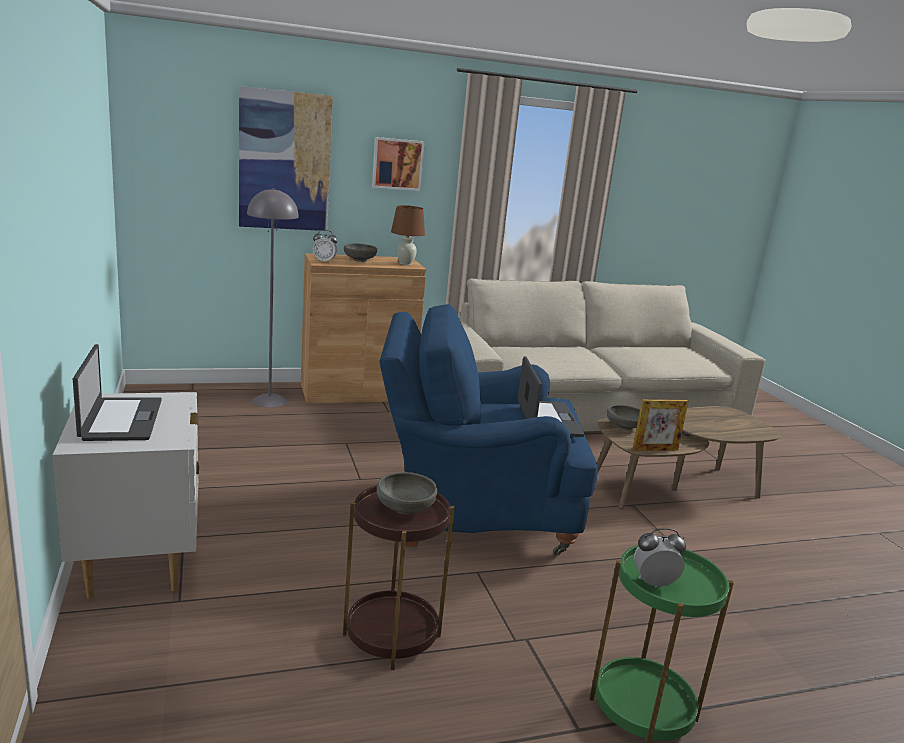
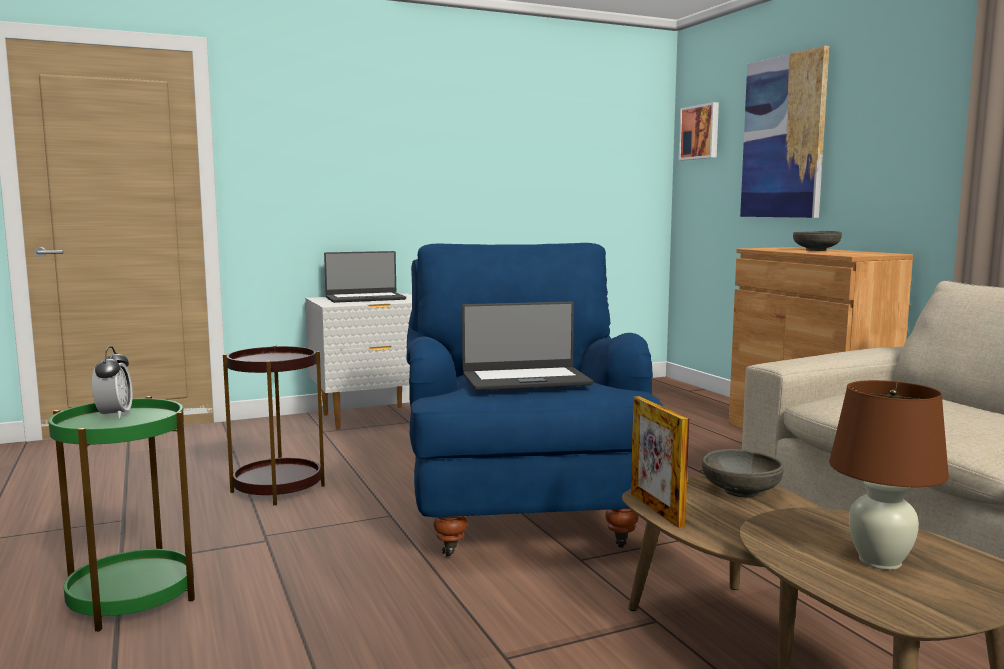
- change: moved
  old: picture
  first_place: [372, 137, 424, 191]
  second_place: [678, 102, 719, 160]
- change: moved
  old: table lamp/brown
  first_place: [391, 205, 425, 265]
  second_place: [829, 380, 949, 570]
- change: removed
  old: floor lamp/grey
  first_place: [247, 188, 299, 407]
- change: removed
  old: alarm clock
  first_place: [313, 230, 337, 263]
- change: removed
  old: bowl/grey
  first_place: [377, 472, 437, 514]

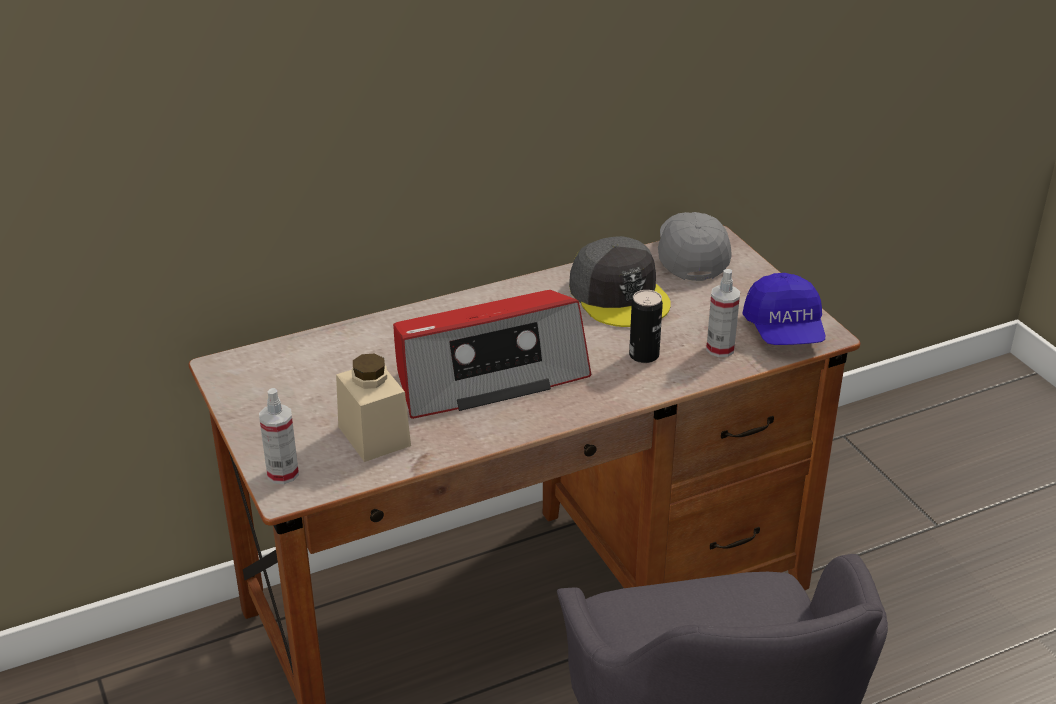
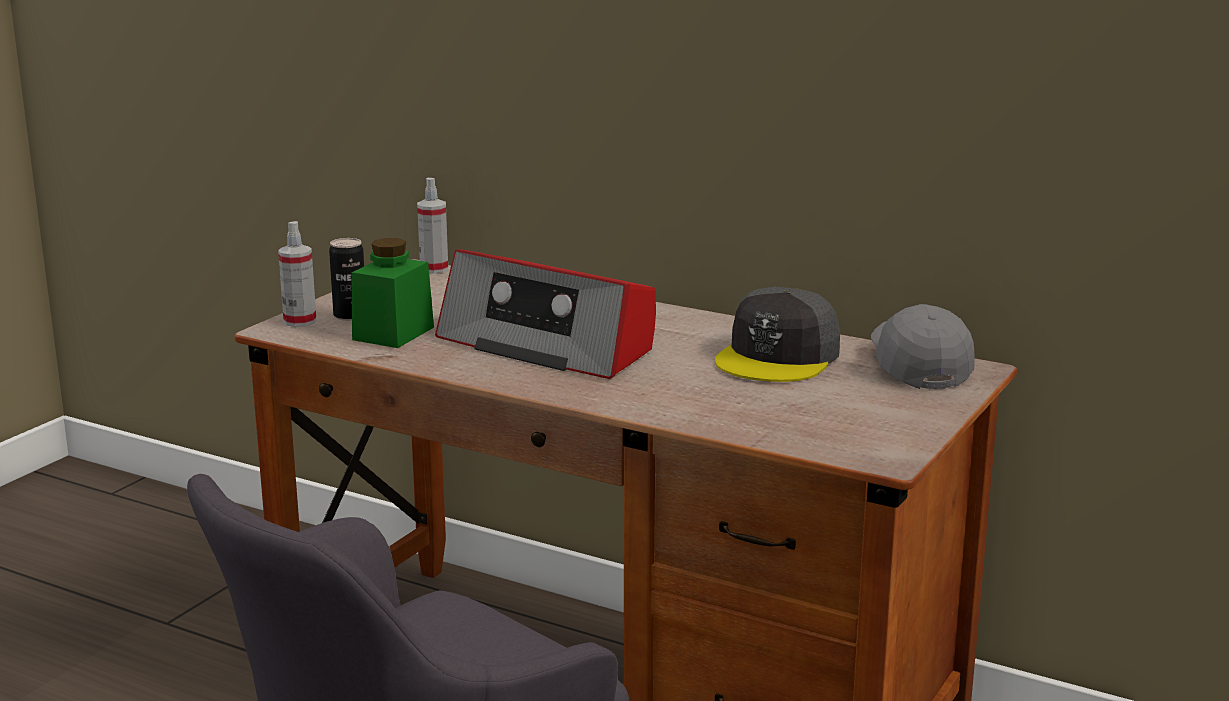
- change: moved
  old: can
  first_place: [629, 290, 663, 363]
  second_place: [329, 238, 364, 320]
- change: recoloured
  old: jar/beige
  new: jar/green
  first_place: [336, 353, 411, 462]
  second_place: [351, 238, 434, 348]
- change: moved
  old: spray bottle
  first_place: [706, 269, 740, 357]
  second_place: [417, 178, 448, 274]
- change: turned
  old: cap/grey
  first_place: [658, 212, 732, 281]
  second_place: [871, 304, 975, 389]
  degrees: -60
- change: removed
  old: cap/blue
  first_place: [742, 273, 825, 345]

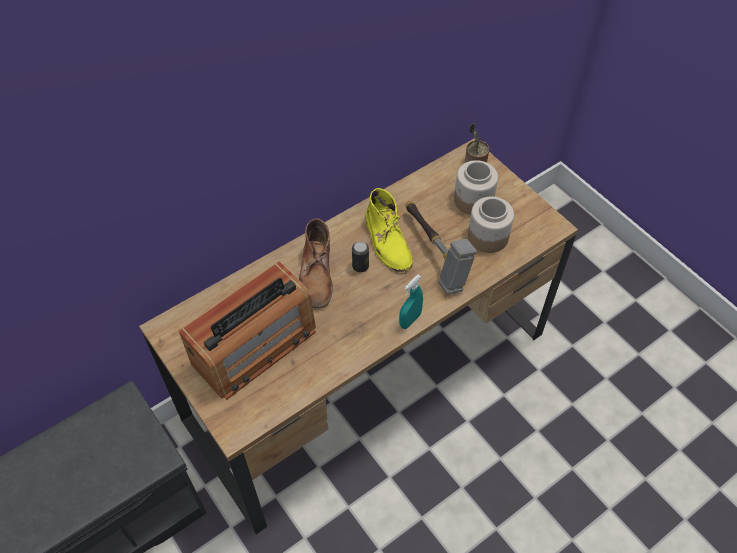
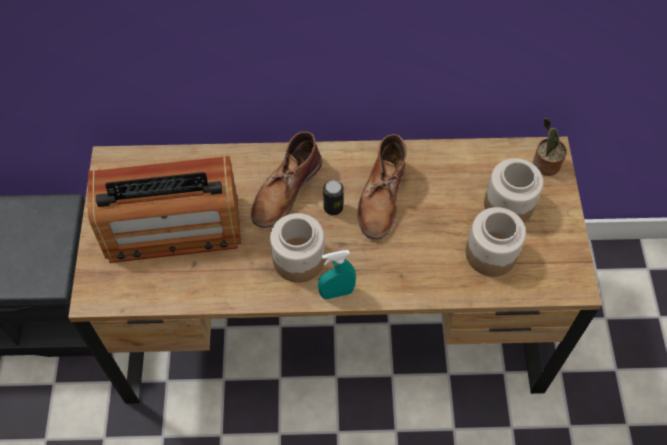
- change: added
  new: jar
  second_place: [270, 213, 325, 283]
- change: recoloured
  old: boot/yellow
  new: boot/brown
  first_place: [365, 188, 413, 272]
  second_place: [358, 134, 407, 239]
- change: removed
  old: hammer
  first_place: [405, 201, 477, 295]

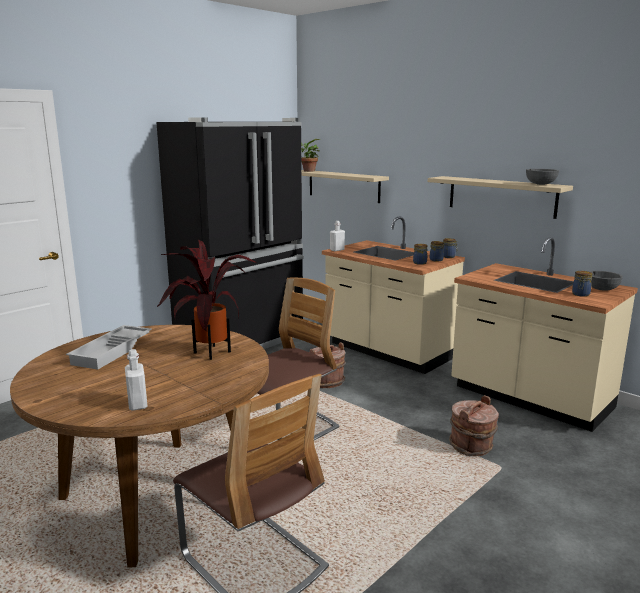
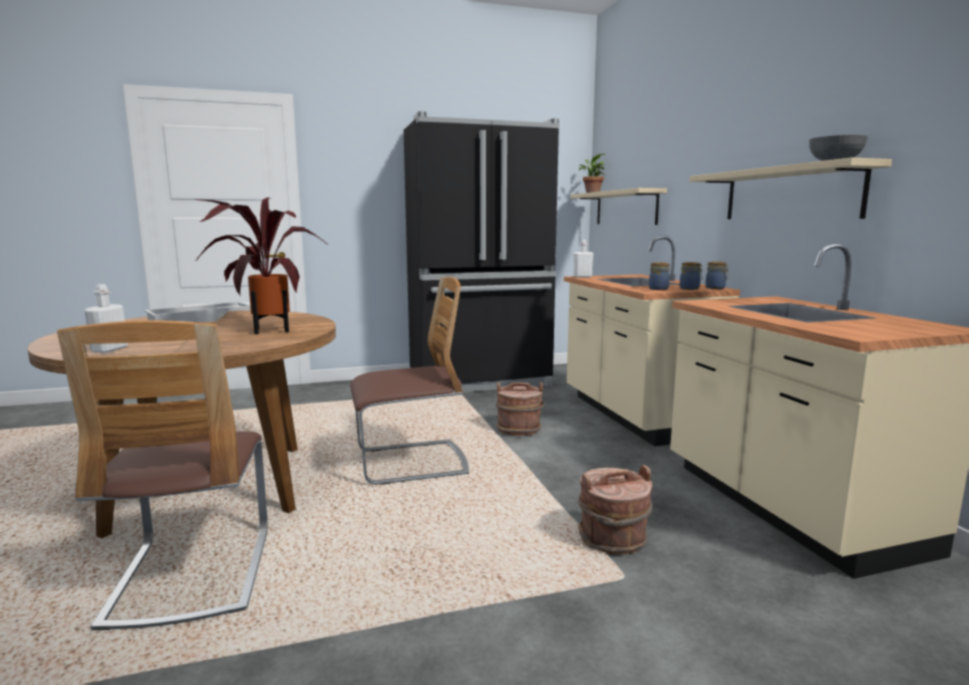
- change: removed
  old: jar
  first_place: [572, 271, 592, 297]
- change: removed
  old: bowl/grey
  first_place: [588, 271, 623, 291]

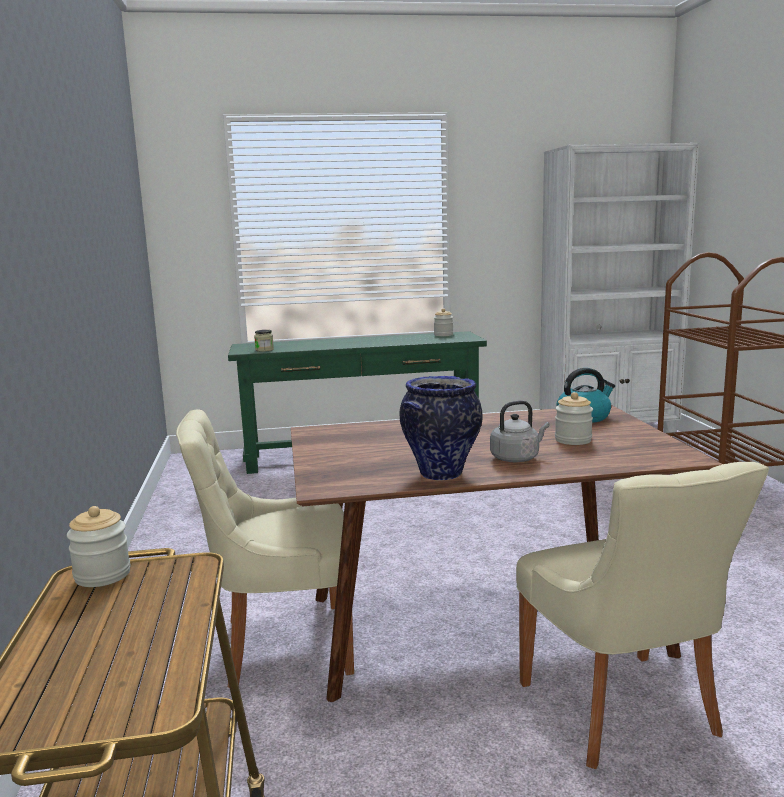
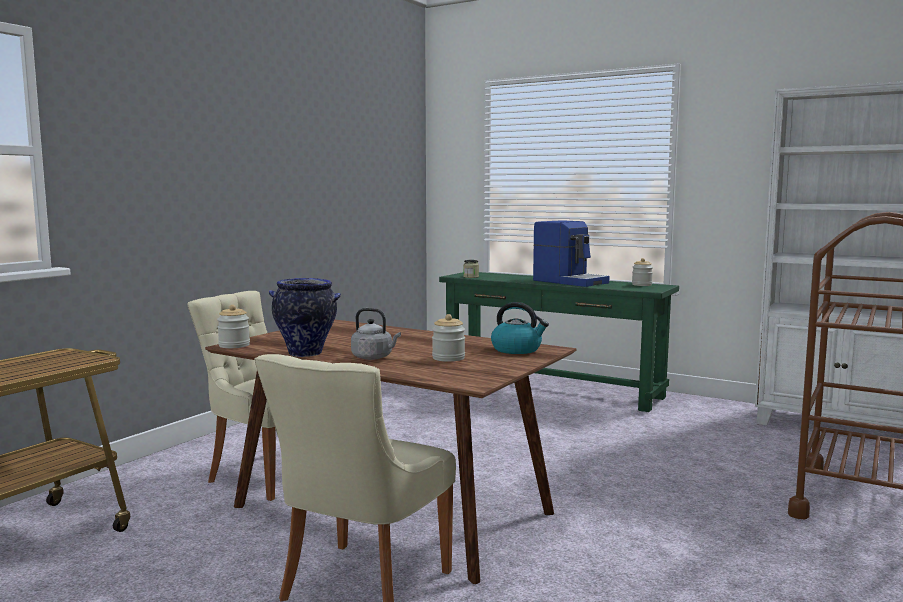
- change: moved
  old: jar
  first_place: [67, 506, 131, 587]
  second_place: [217, 305, 250, 348]
- change: added
  new: coffee machine
  second_place: [533, 220, 609, 287]

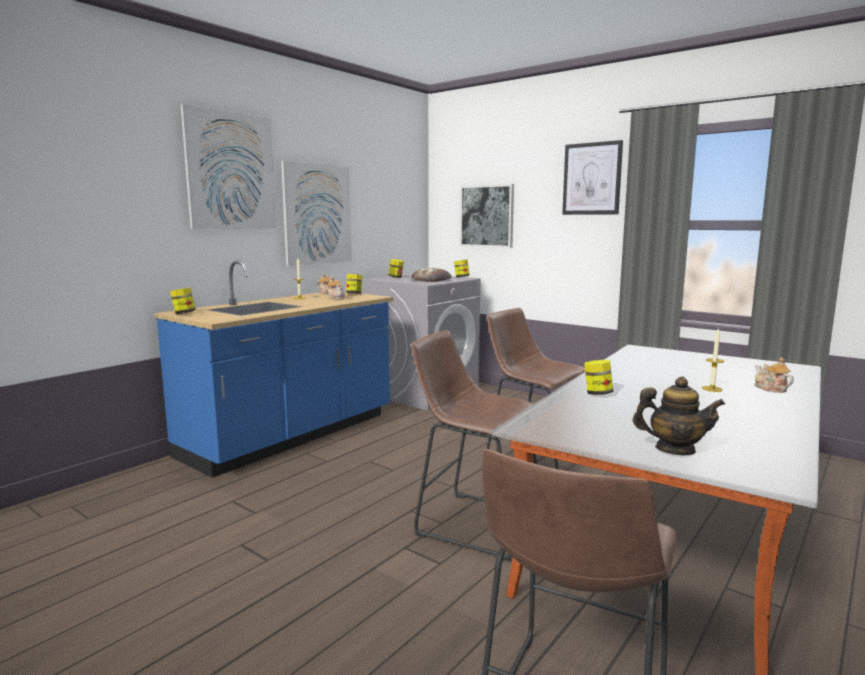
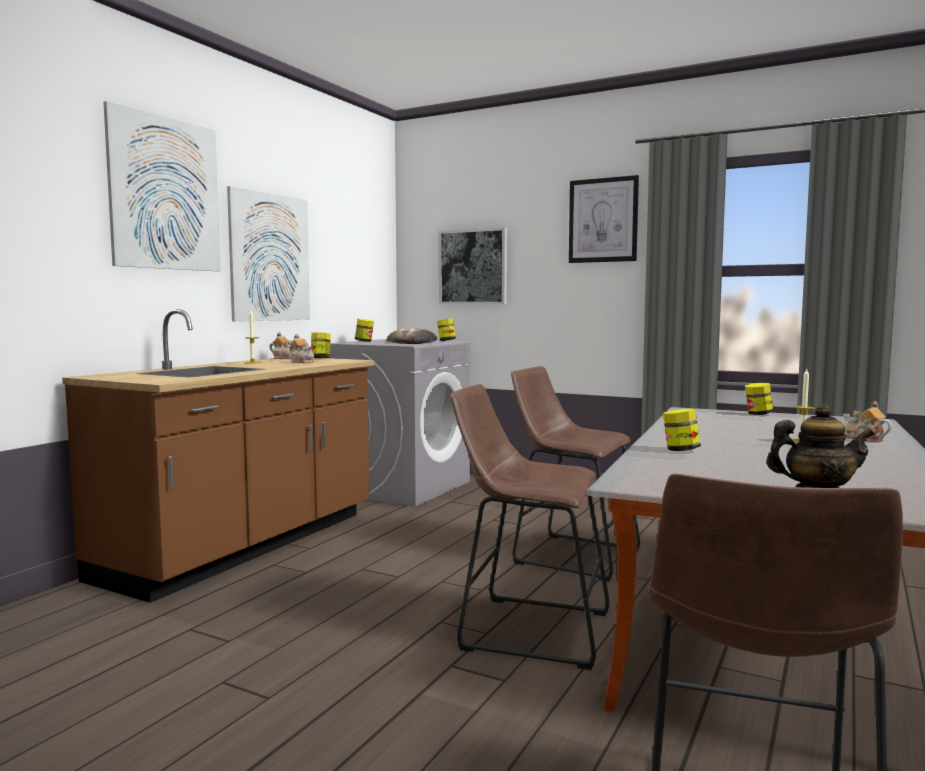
- change: recoloured
  old: counter/blue
  new: counter/brown
  first_place: [155, 260, 393, 478]
  second_place: [62, 309, 374, 603]
- change: moved
  old: jar
  first_place: [170, 287, 196, 314]
  second_place: [745, 383, 773, 415]

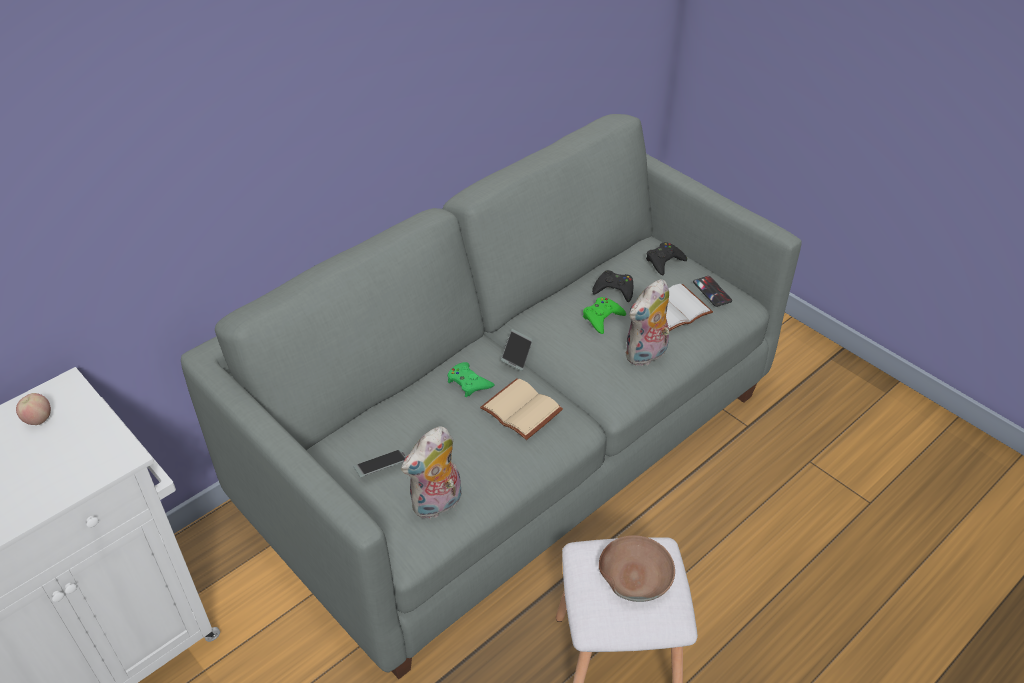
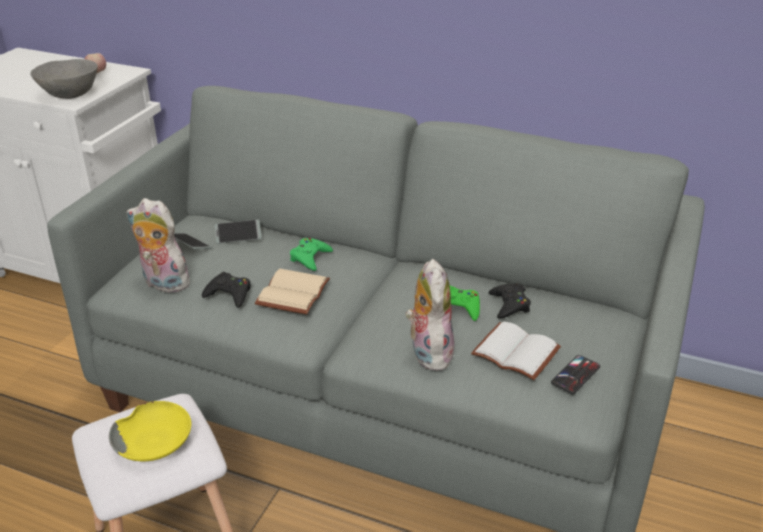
- change: added
  new: bowl/grey
  second_place: [31, 59, 98, 99]
- change: recoloured
  old: bowl/brown
  new: bowl/yellow
  first_place: [599, 535, 675, 602]
  second_place: [109, 401, 191, 461]
- change: moved
  old: game controller/black
  first_place: [646, 242, 687, 275]
  second_place: [202, 272, 250, 308]
- change: moved
  old: phone
  first_place: [501, 329, 532, 371]
  second_place: [215, 220, 262, 244]
- change: turned
  old: plush toy
  first_place: [626, 279, 670, 367]
  second_place: [405, 259, 454, 371]
  degrees: 60

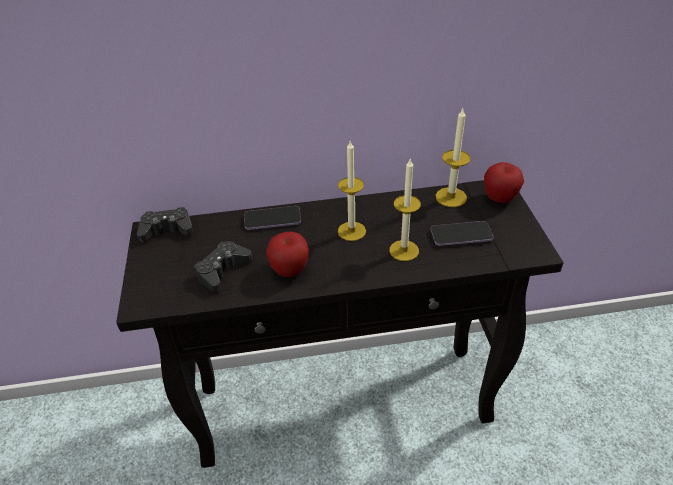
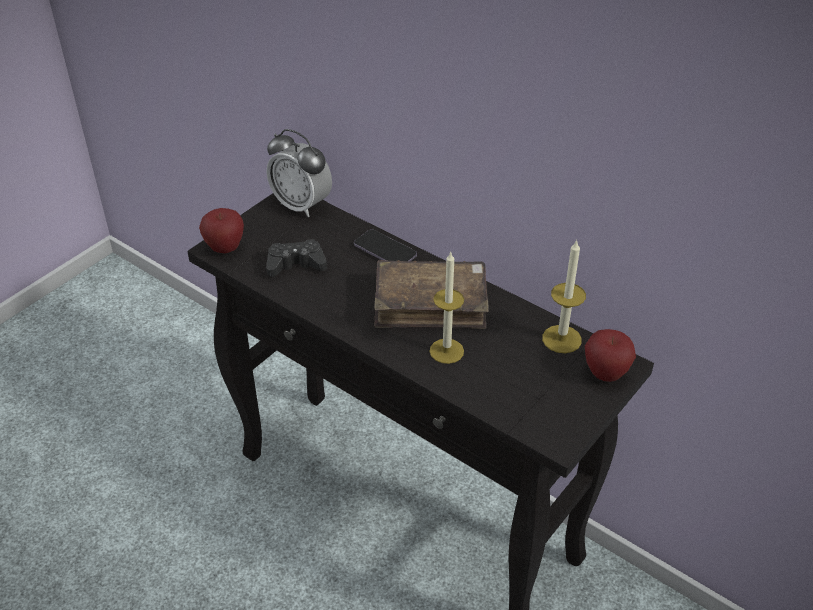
- change: moved
  old: apple
  first_place: [266, 232, 309, 277]
  second_place: [199, 208, 244, 253]
- change: replaced
  old: game controller/black
  new: alarm clock
  first_place: [137, 207, 193, 242]
  second_place: [266, 129, 332, 217]
- change: replaced
  old: candle
  new: book/brown
  first_place: [338, 141, 366, 241]
  second_place: [374, 260, 489, 329]
- change: removed
  old: phone
  first_place: [430, 221, 494, 246]

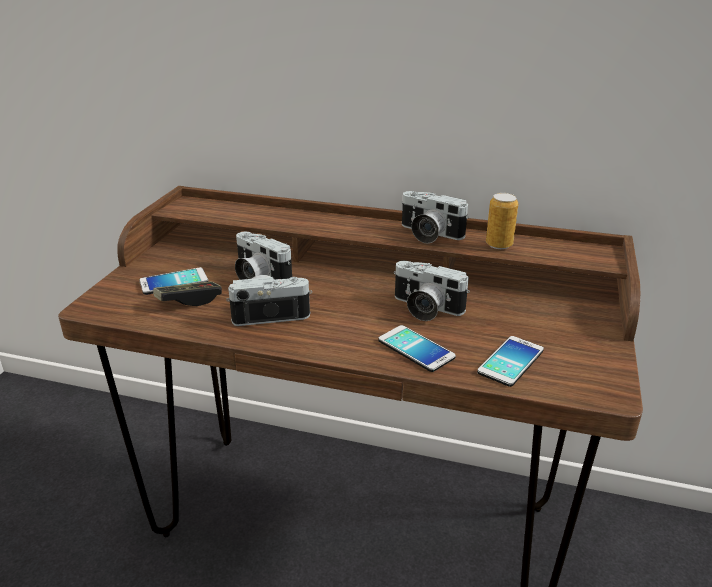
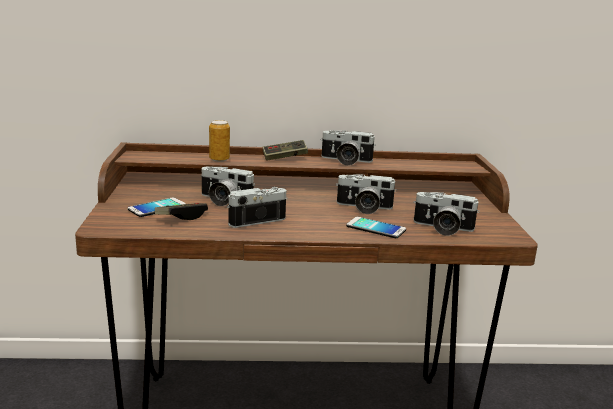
- change: moved
  old: can
  first_place: [486, 193, 518, 249]
  second_place: [209, 120, 230, 162]
- change: added
  new: game controller
  second_place: [262, 140, 308, 161]
- change: replaced
  old: phone
  new: photo camera
  first_place: [477, 336, 544, 387]
  second_place: [413, 192, 480, 236]

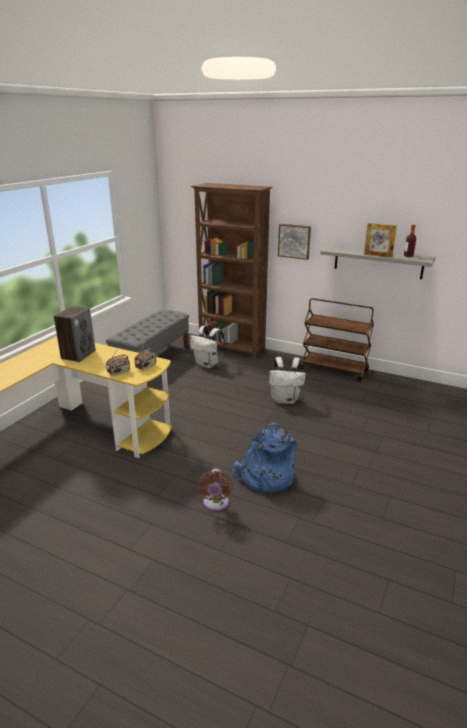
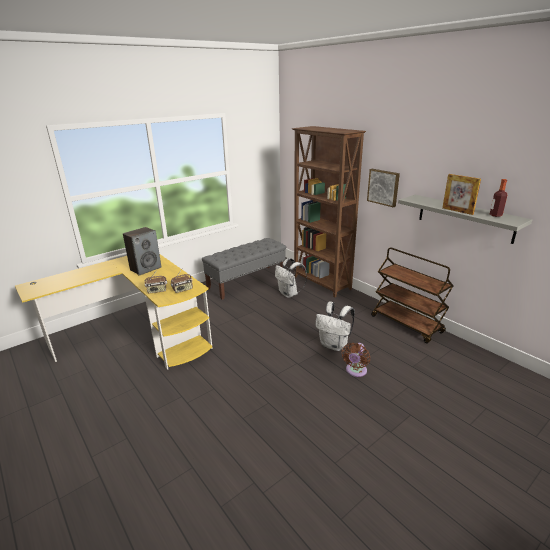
- change: moved
  old: fan/brown
  first_place: [197, 469, 233, 511]
  second_place: [342, 343, 370, 377]
- change: removed
  old: backpack/blue
  first_place: [232, 422, 297, 493]

